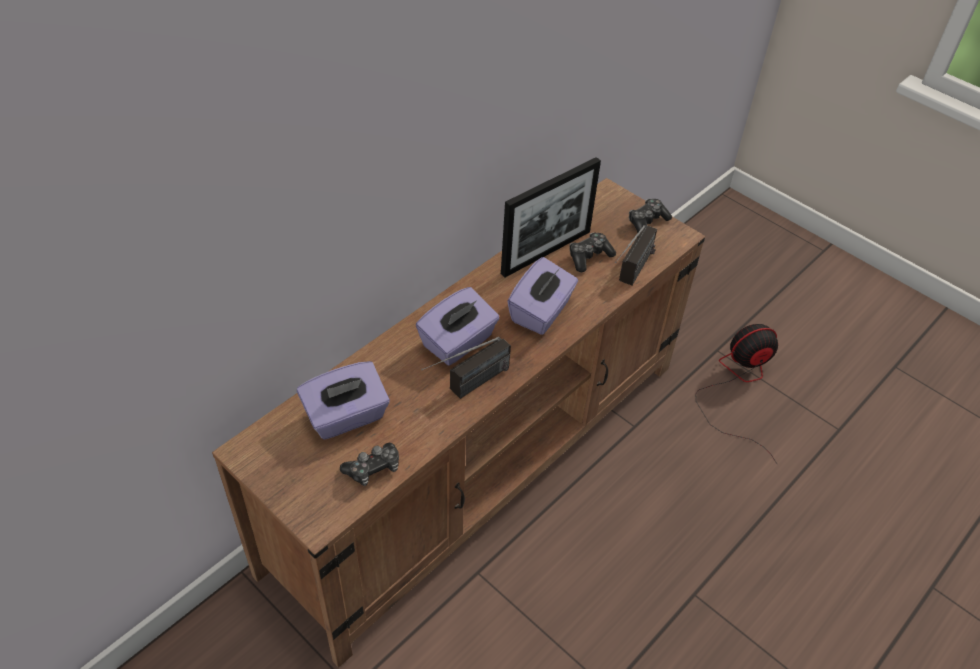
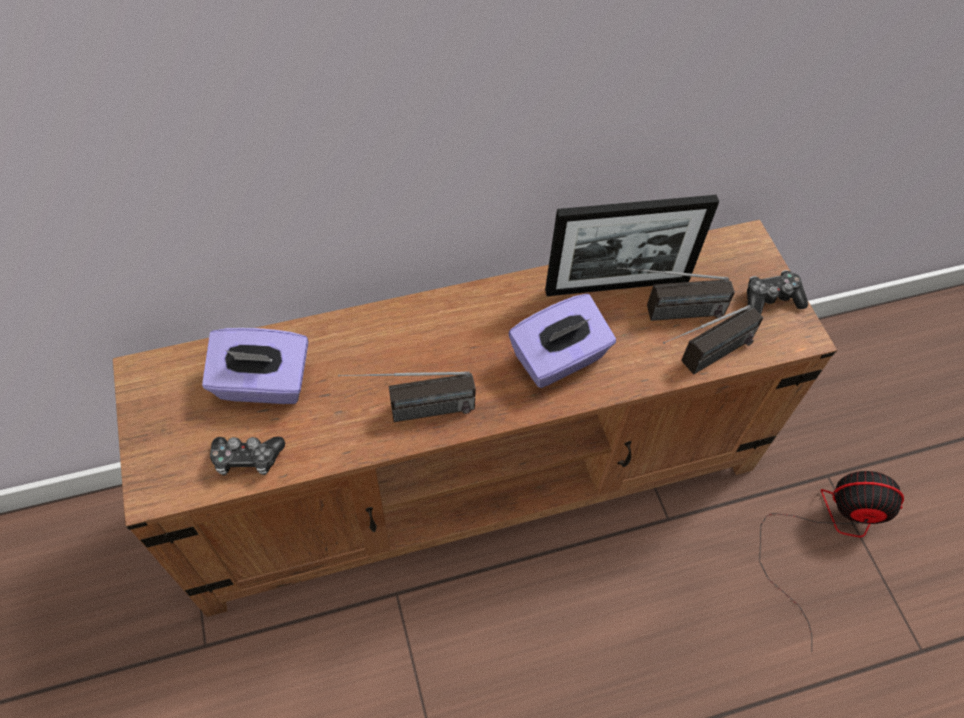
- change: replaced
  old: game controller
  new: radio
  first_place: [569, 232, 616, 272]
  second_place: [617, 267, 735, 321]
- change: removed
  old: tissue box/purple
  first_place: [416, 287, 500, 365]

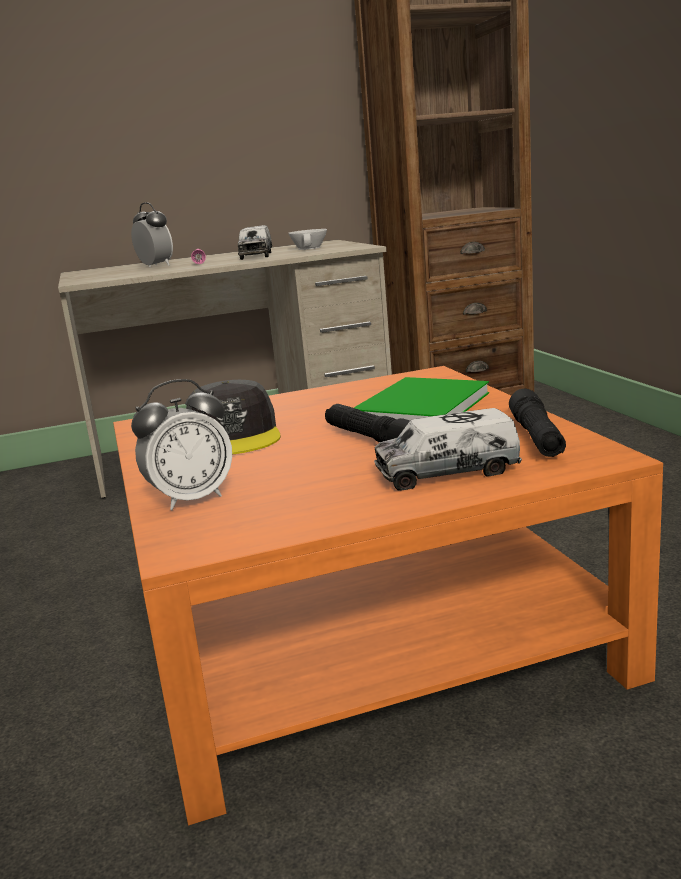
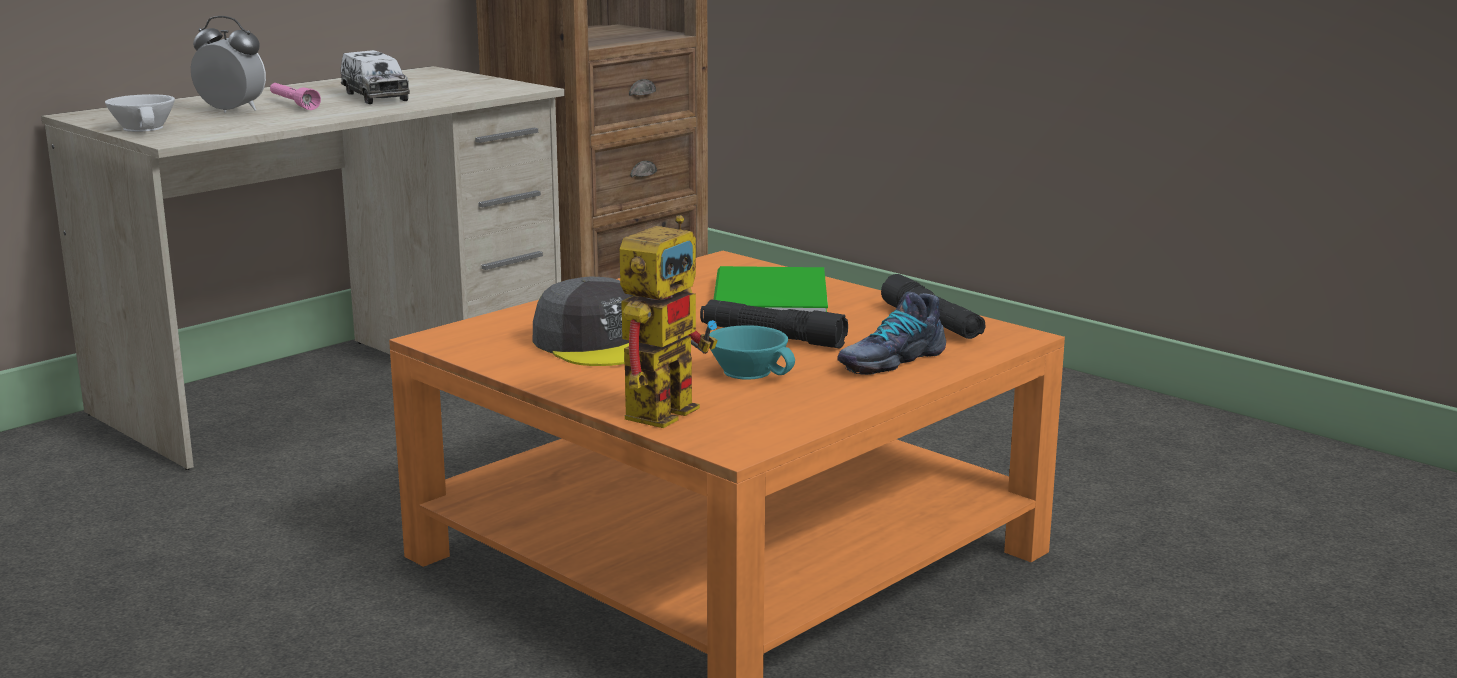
- change: moved
  old: cup/white
  first_place: [288, 229, 327, 250]
  second_place: [105, 94, 175, 132]
- change: replaced
  old: alarm clock
  new: toy robot
  first_place: [131, 379, 232, 510]
  second_place: [620, 215, 718, 428]
- change: added
  new: cup/turquoise
  second_place: [709, 325, 795, 380]
- change: replaced
  old: toy truck
  new: shoe
  first_place: [374, 408, 522, 490]
  second_place: [837, 292, 946, 375]

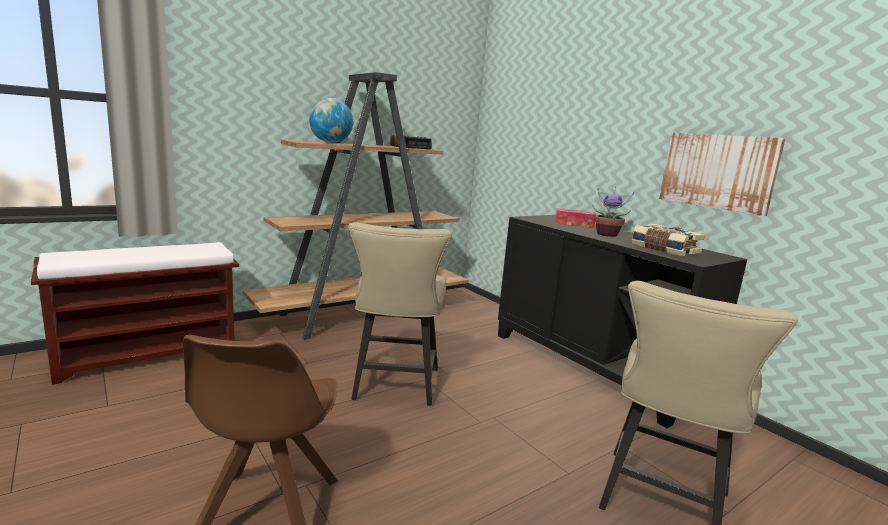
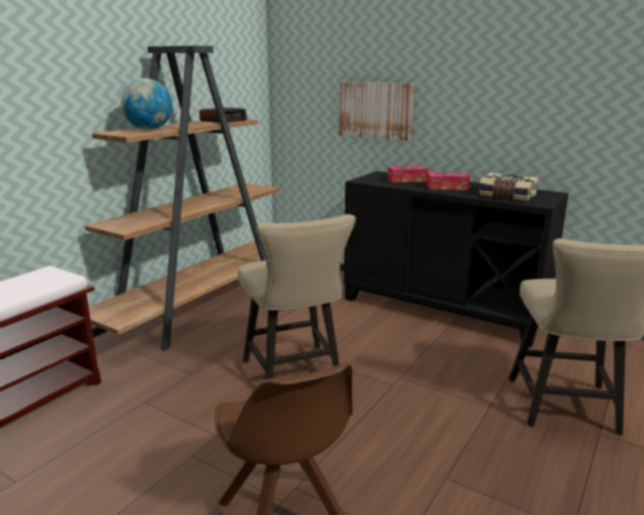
- change: moved
  old: picture
  first_place: [659, 133, 786, 216]
  second_place: [339, 82, 414, 141]
- change: replaced
  old: potted plant
  new: tissue box
  first_place: [592, 187, 634, 237]
  second_place: [427, 172, 470, 190]

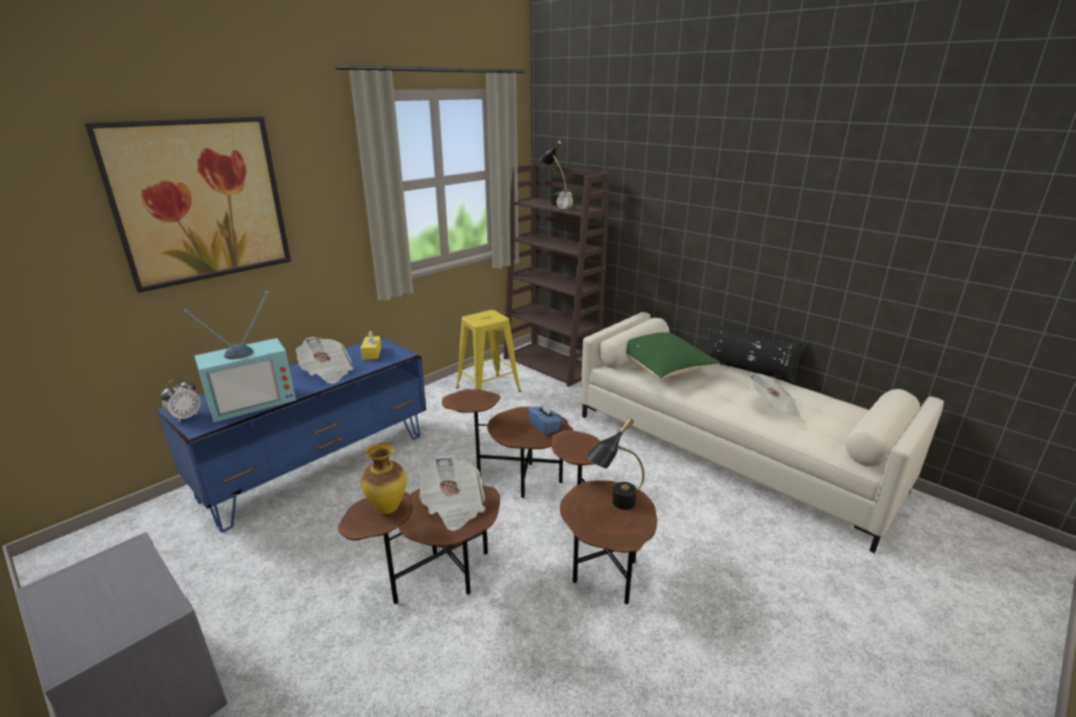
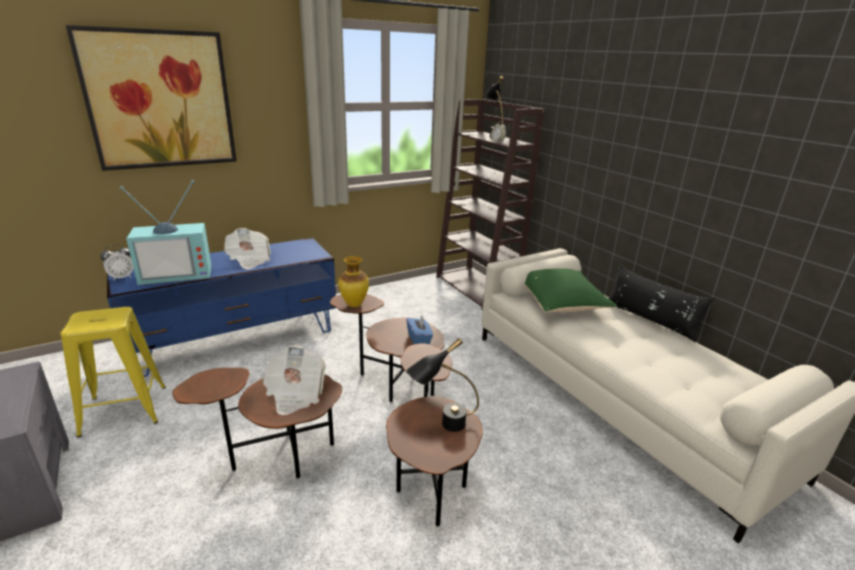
- change: moved
  old: stool/yellow
  first_place: [456, 310, 521, 392]
  second_place: [61, 307, 166, 437]
- change: moved
  old: vase
  first_place: [361, 443, 406, 514]
  second_place: [338, 256, 369, 307]
- change: removed
  old: tissue box/yellow
  first_place: [360, 331, 382, 360]
- change: removed
  old: newspaper
  first_place: [749, 373, 802, 418]

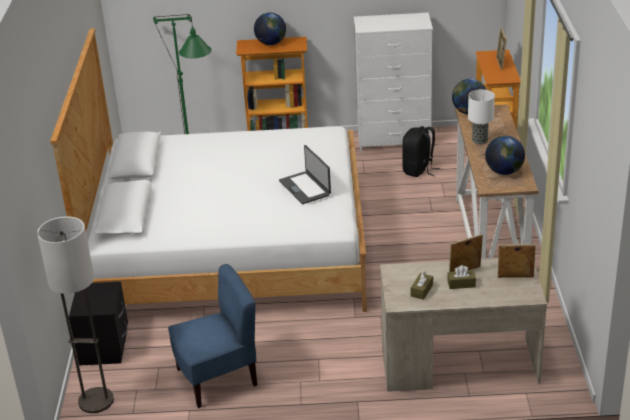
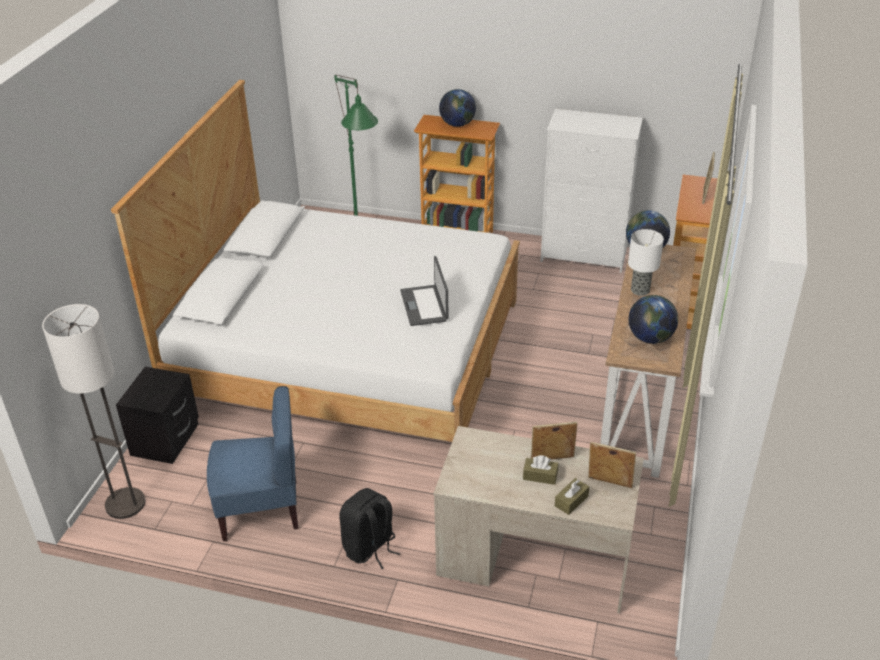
- change: moved
  old: backpack/black
  first_place: [402, 126, 440, 177]
  second_place: [339, 488, 400, 569]
- change: moved
  old: tissue box/brown
  first_place: [411, 272, 433, 300]
  second_place: [555, 478, 589, 515]

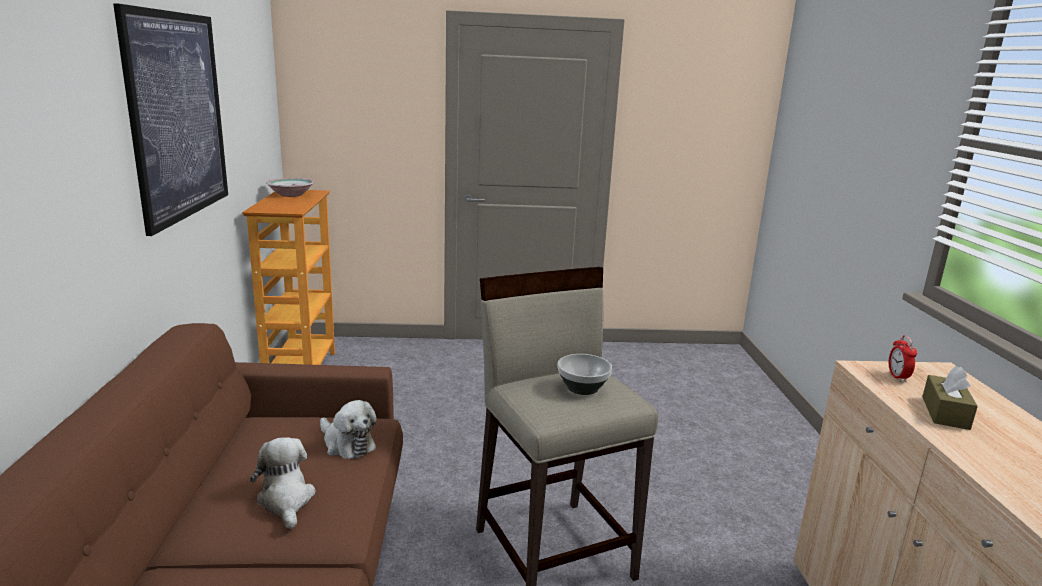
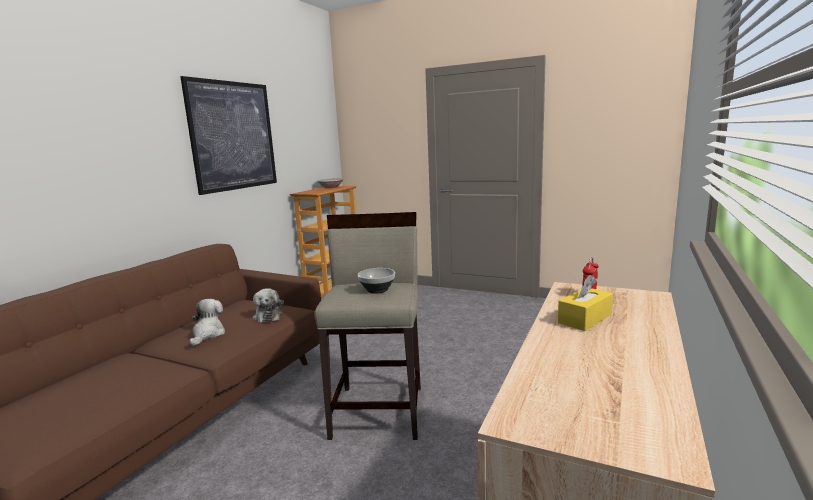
- change: recoloured
  old: tissue box/brown
  new: tissue box/yellow
  first_place: [922, 366, 978, 430]
  second_place: [558, 275, 613, 331]

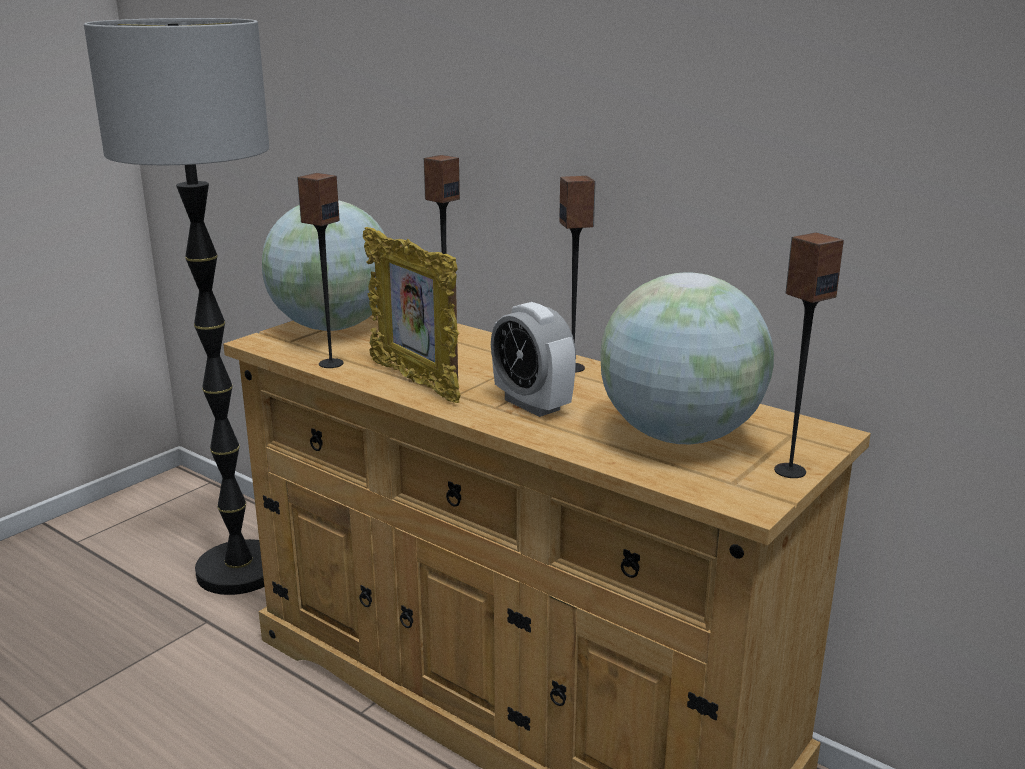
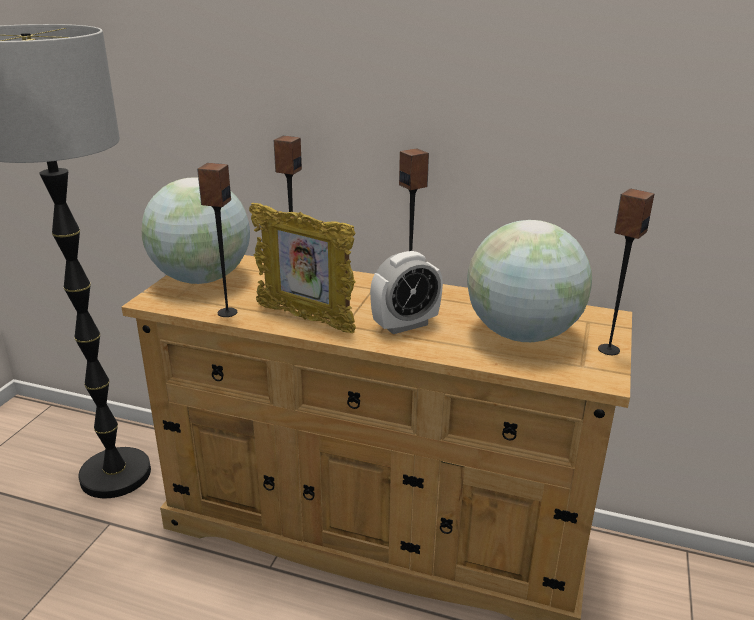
- change: turned
  old: alarm clock
  first_place: [491, 302, 576, 417]
  second_place: [370, 251, 443, 334]
  degrees: -60

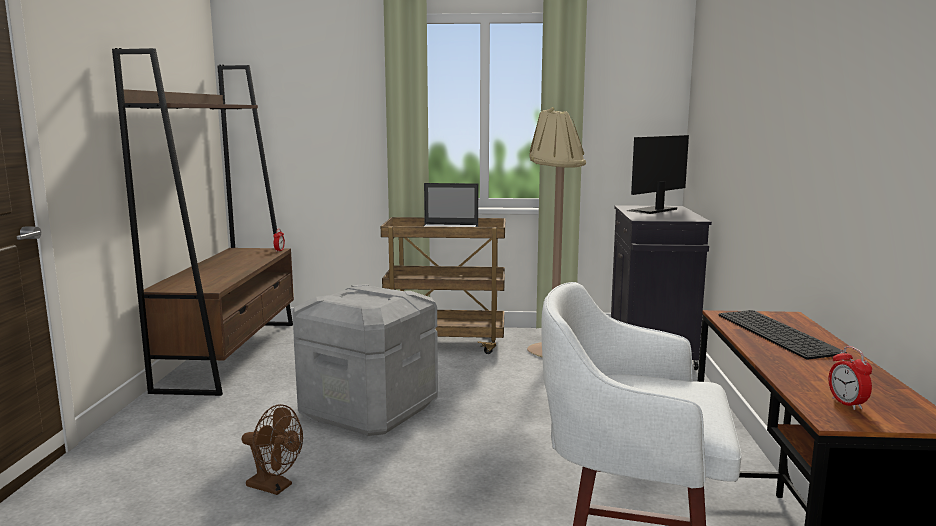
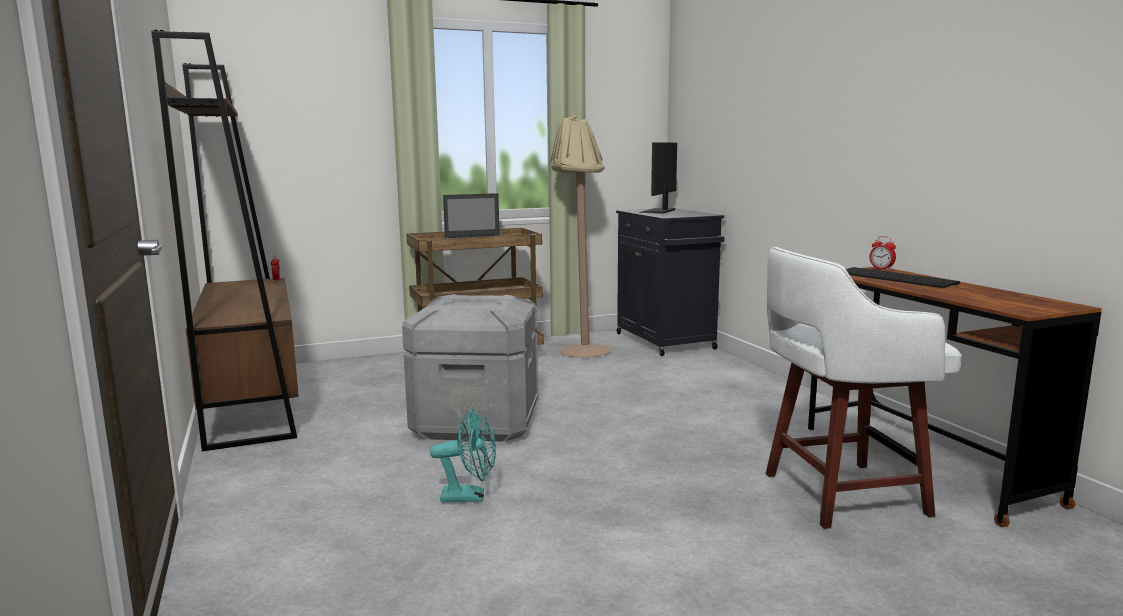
- change: recoloured
  old: fan/brown
  new: fan/turquoise
  first_place: [242, 404, 303, 495]
  second_place: [430, 409, 496, 502]
- change: moved
  old: alarm clock
  first_place: [828, 346, 872, 410]
  second_place: [870, 236, 896, 270]

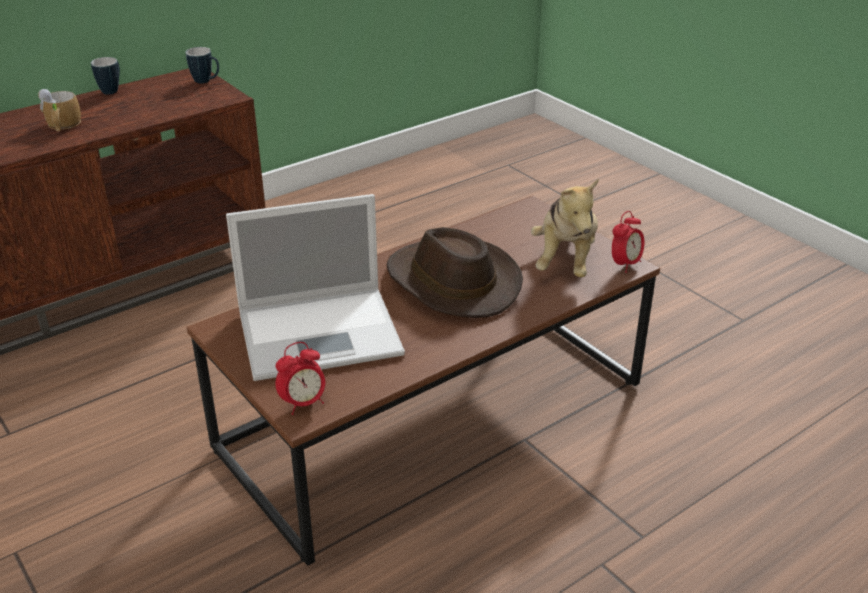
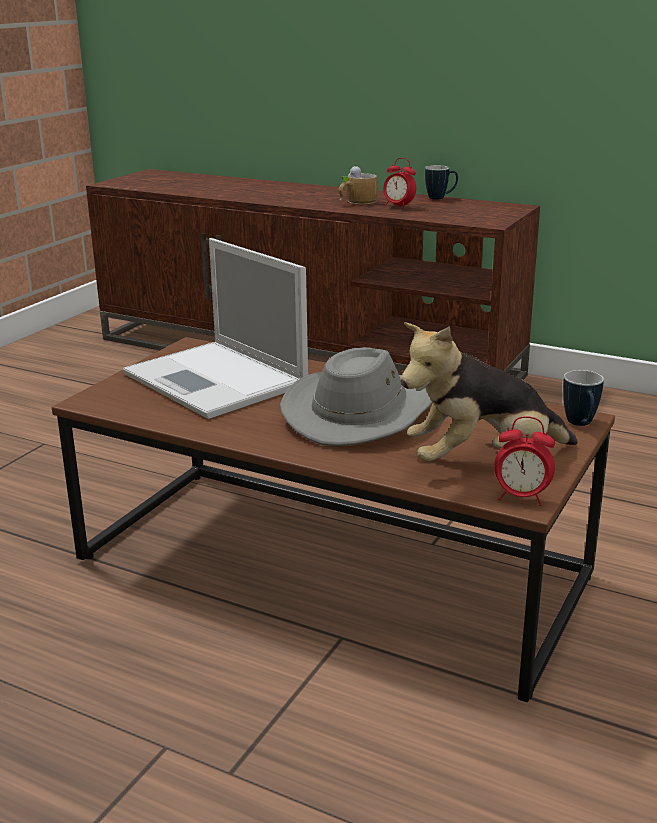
- change: recoloured
  old: hat/brown
  new: hat/grey
  first_place: [387, 227, 523, 318]
  second_place: [280, 347, 432, 446]
- change: moved
  old: alarm clock
  first_place: [275, 342, 325, 415]
  second_place: [383, 158, 416, 209]
- change: moved
  old: mug
  first_place: [185, 47, 219, 84]
  second_place: [563, 370, 604, 426]

